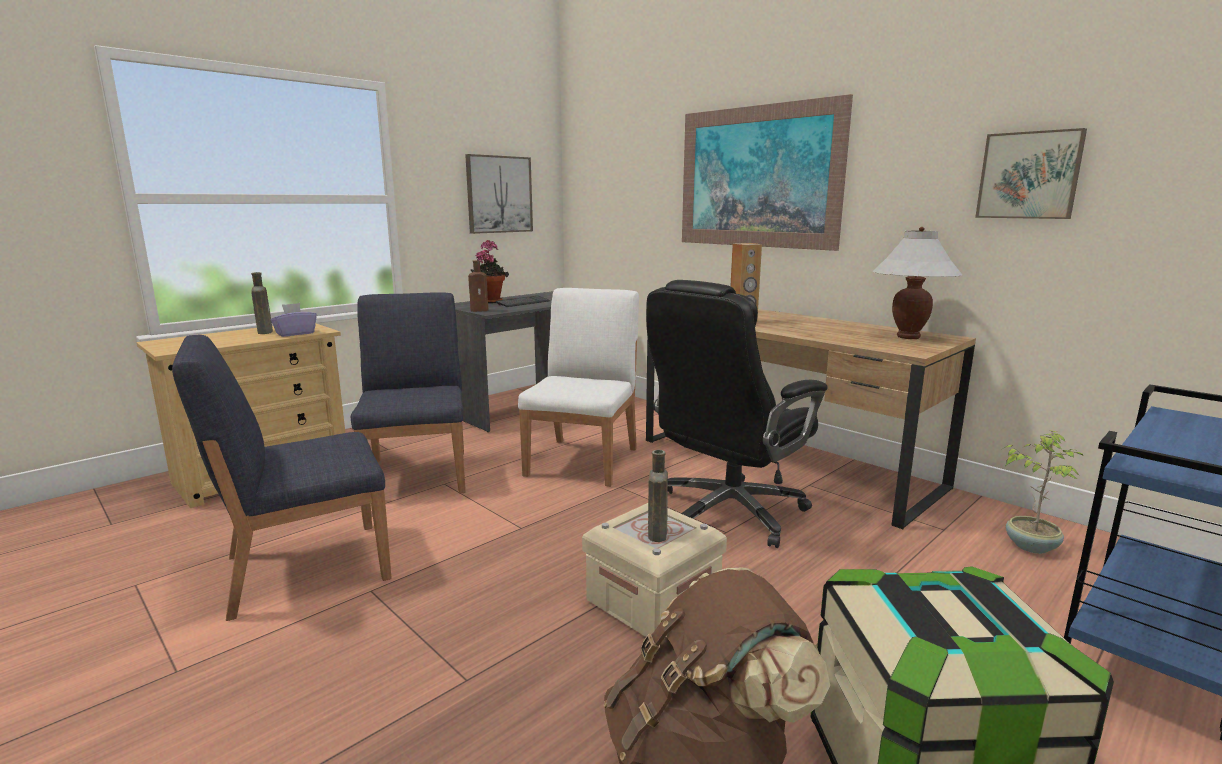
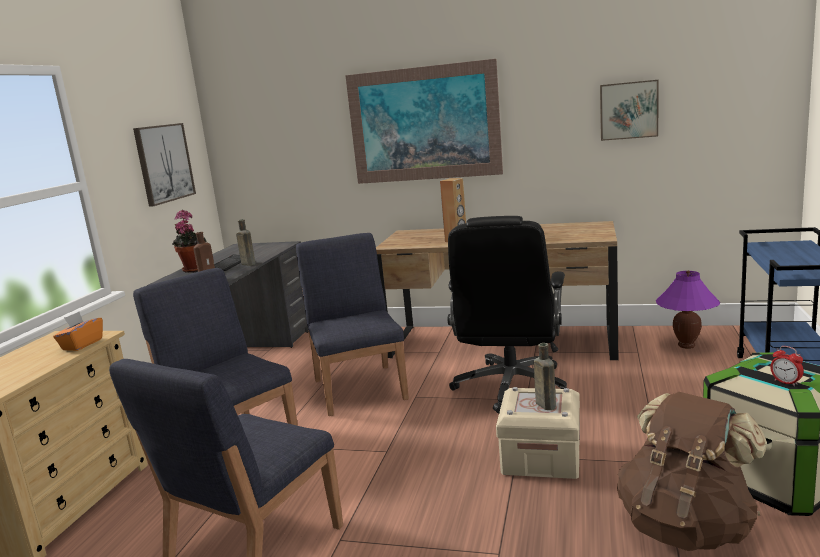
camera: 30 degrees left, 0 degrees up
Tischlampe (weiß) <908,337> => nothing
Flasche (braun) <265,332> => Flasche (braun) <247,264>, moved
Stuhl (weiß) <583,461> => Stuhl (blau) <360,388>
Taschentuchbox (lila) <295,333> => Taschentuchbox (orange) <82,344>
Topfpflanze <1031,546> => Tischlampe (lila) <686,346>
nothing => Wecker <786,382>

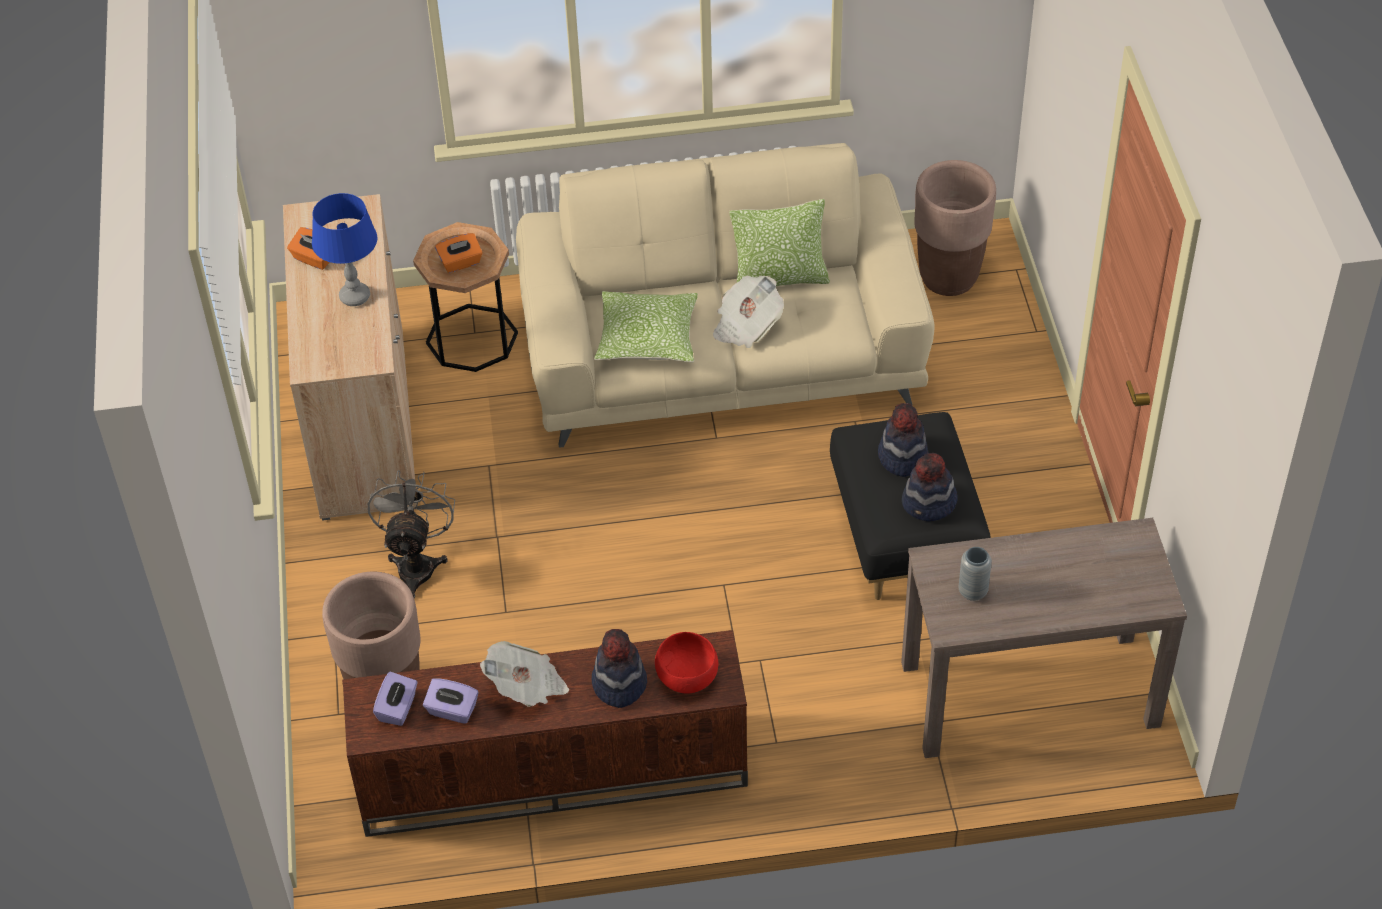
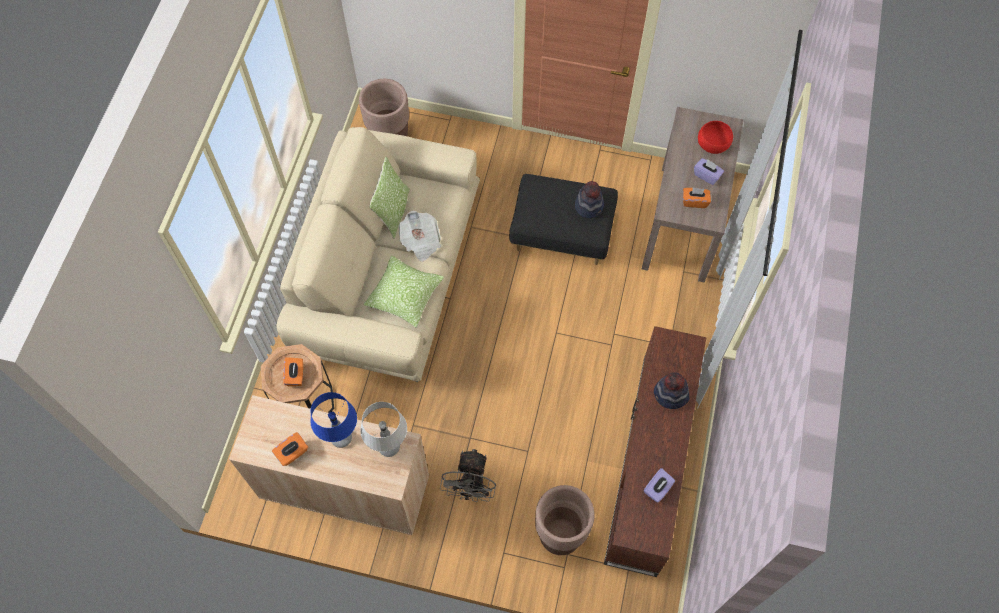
camera: 70 degrees left, 15 degrees up
Hut <902,456> => nothing
Ventilator (grau) <417,563> => Ventilator (grau) <471,489>, 105 degrees counterclockwise
Vase (grau) <973,592> => Taschentuchbox (orange) <694,201>
Schüssel (rot) <687,676> => Schüssel (rot) <712,145>, moved
Zeitung <527,687> => nothing
Taschentuchbox (lila) <398,708> => Taschentuchbox (lila) <707,175>, moved
nothing => Tischlampe (grau) <389,447>

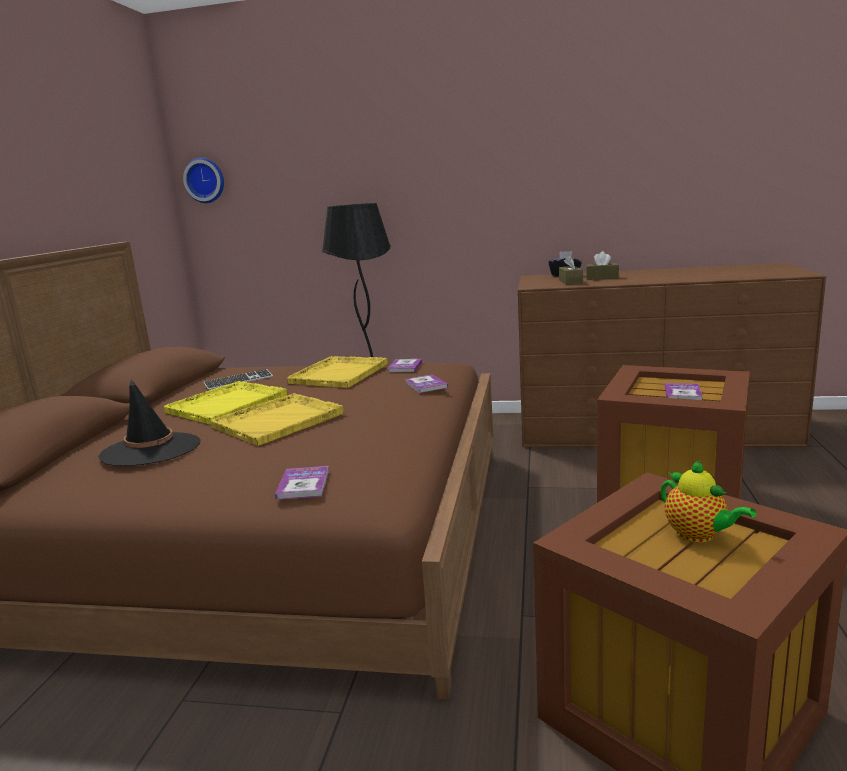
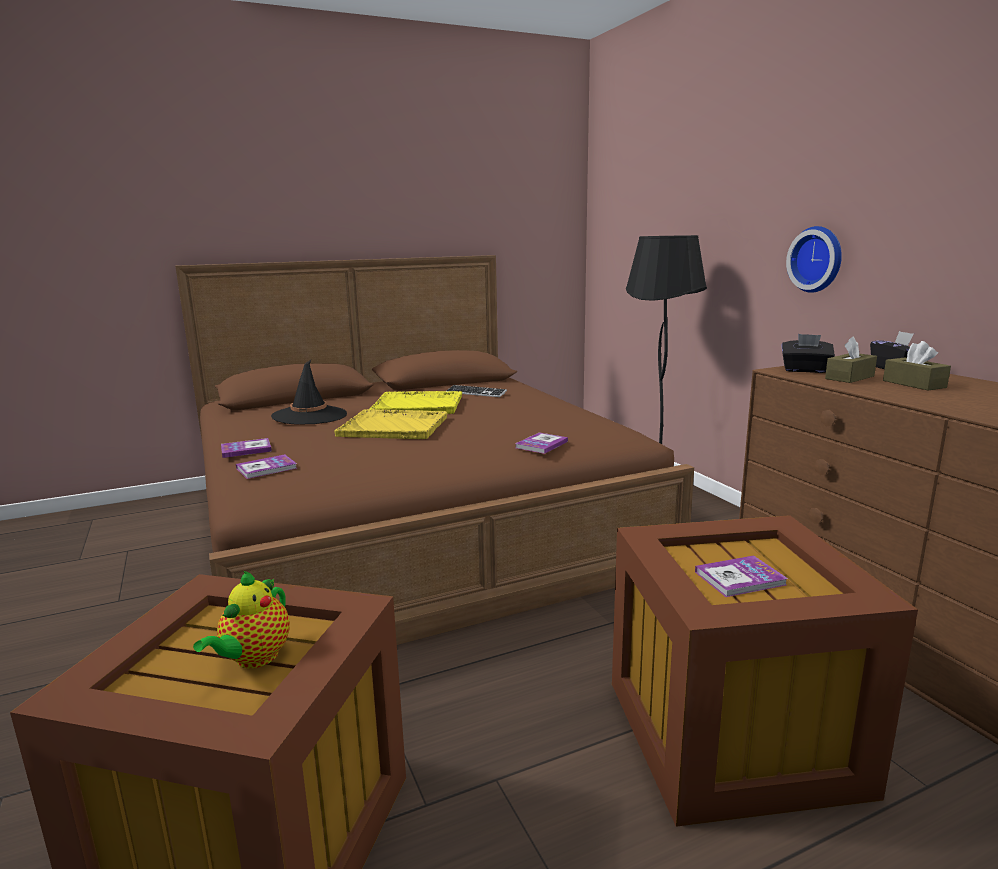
camera: 55 degrees right, 0 degrees up
Wanduhr <205,180> => Wanduhr <817,259>, moved
Tablett (gelb) <340,373> => nothing
Buch <405,367> => Buch <246,449>, moved
nothing => Taschentuchbox (schwarz) <805,370>

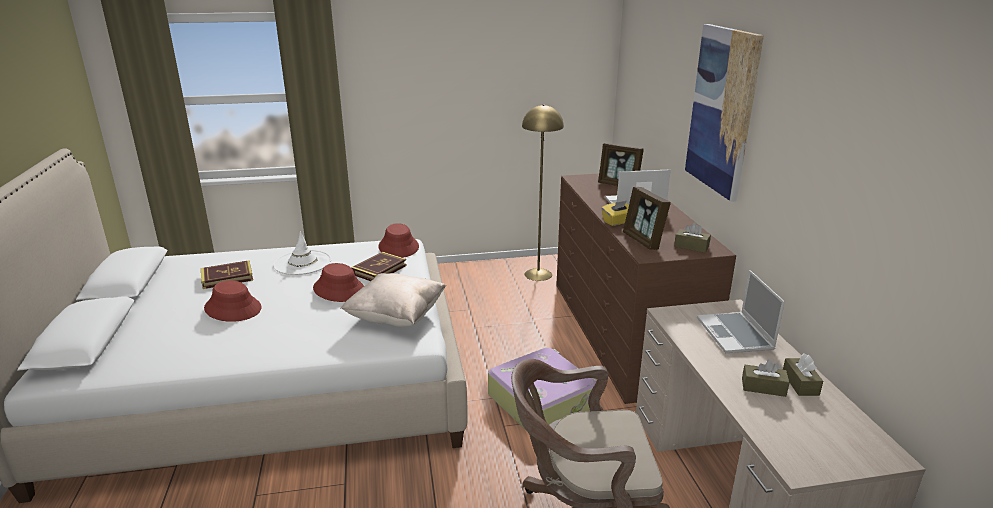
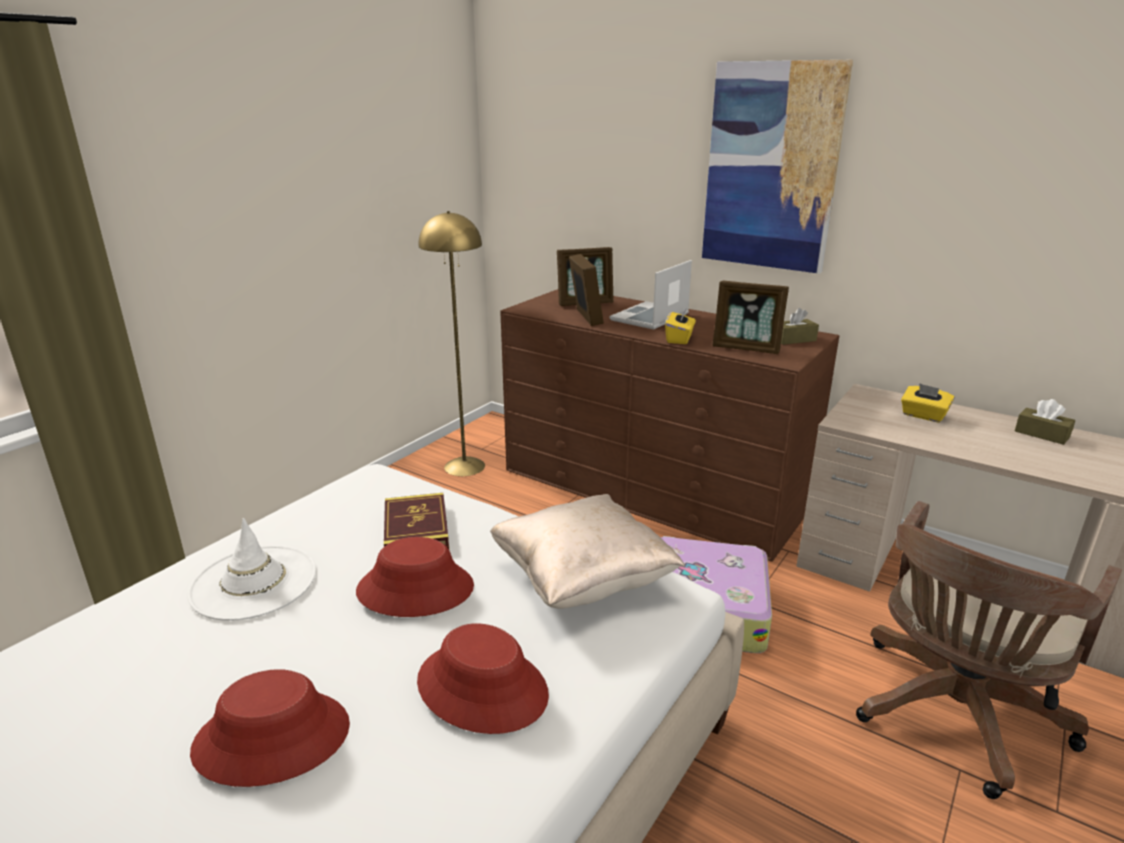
camera: 45 degrees left, 0 degrees up
Hut (rot) <399,247> => Hut (rot) <483,687>, moved
Buch <227,277> => nothing
Laptop <736,335> => Taschentuchbox (gelb) <923,416>
Taschentuchbox (braun) <763,387> => nothing
nothing => Bilderrahmen <585,317>

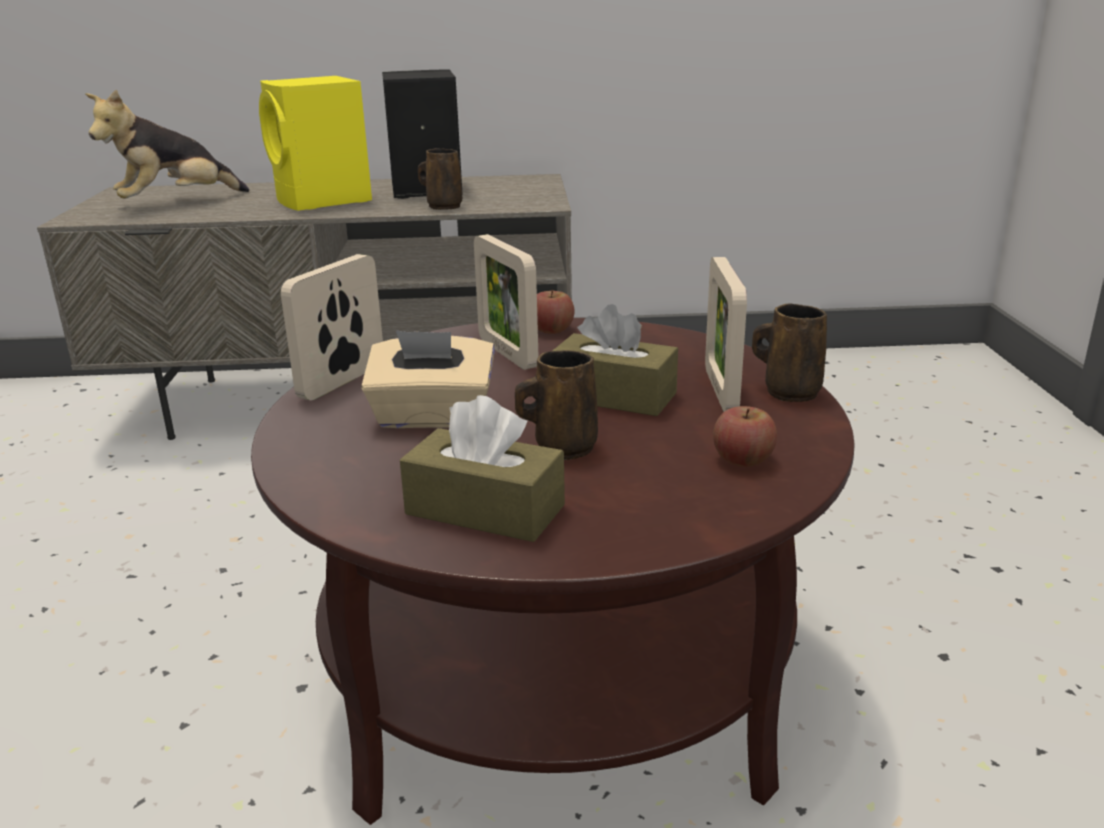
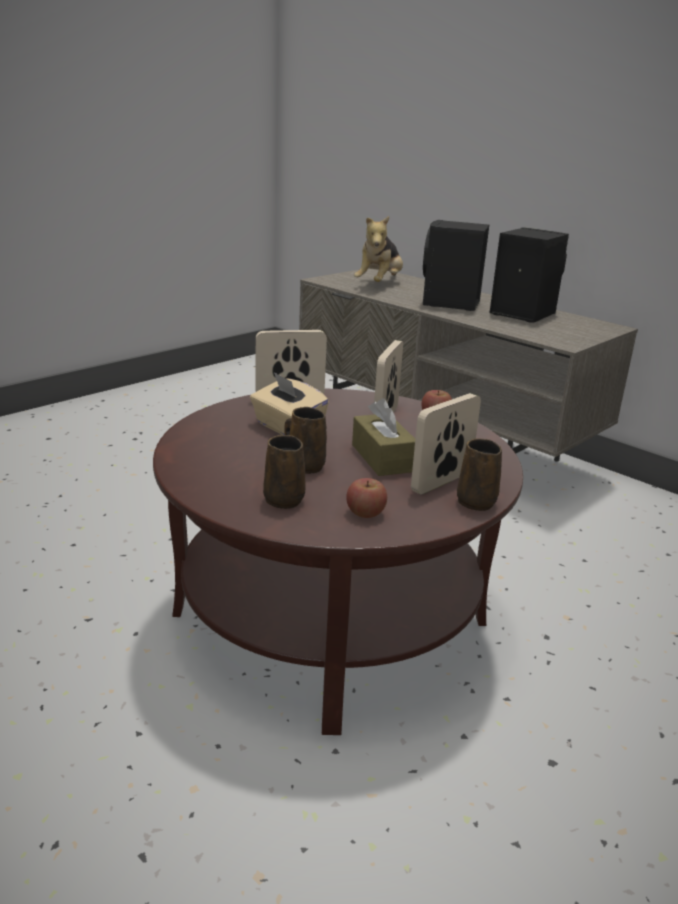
camera: 45 degrees right, 0 degrees up
Lautsprecher (gelb) <323,201> => Lautsprecher (schwarz) <450,303>
Plüschtier <175,203> => Plüschtier <379,284>, 75 degrees counterclockwise
Henkelbecher (braun) <443,206> => Henkelbecher (braun) <283,499>, moved
Taschentuchbox (braun) <485,510> => nothing

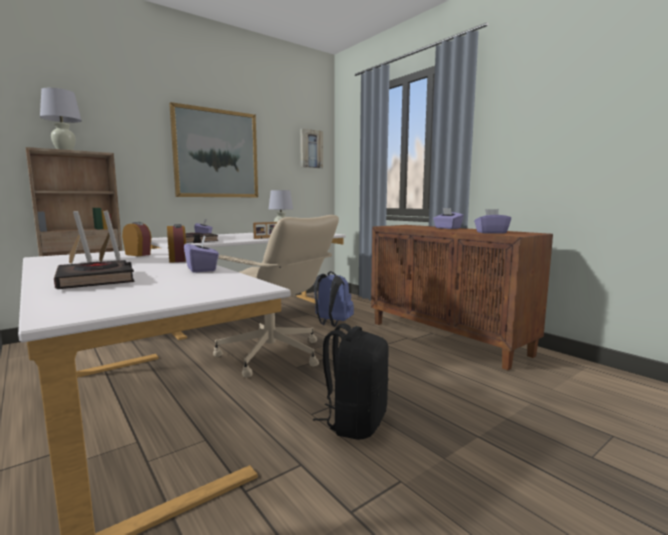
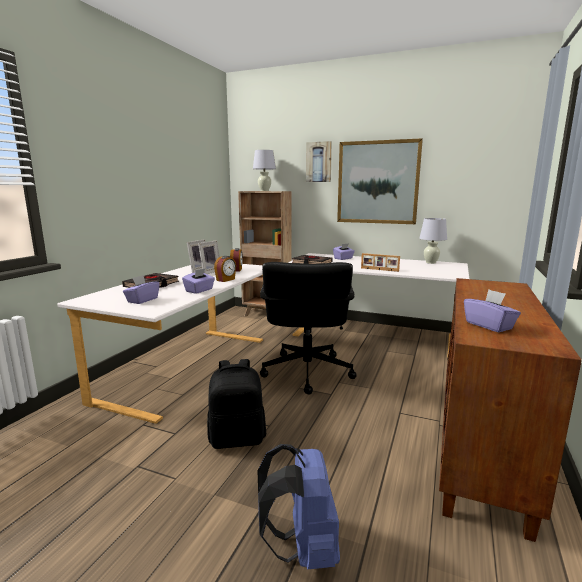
camera: 60 degrees right, 5 degrees up
Bild <310,149> => Bild <319,162>, moved
Taschentuchbox (lila) <447,228> => Taschentuchbox (lila) <142,300>, moved
Bürostuhl (beige) <271,356> => Bürostuhl (schwarz) <306,372>
Rucksack (blau) <332,323> => Rucksack (blau) <302,548>, moved

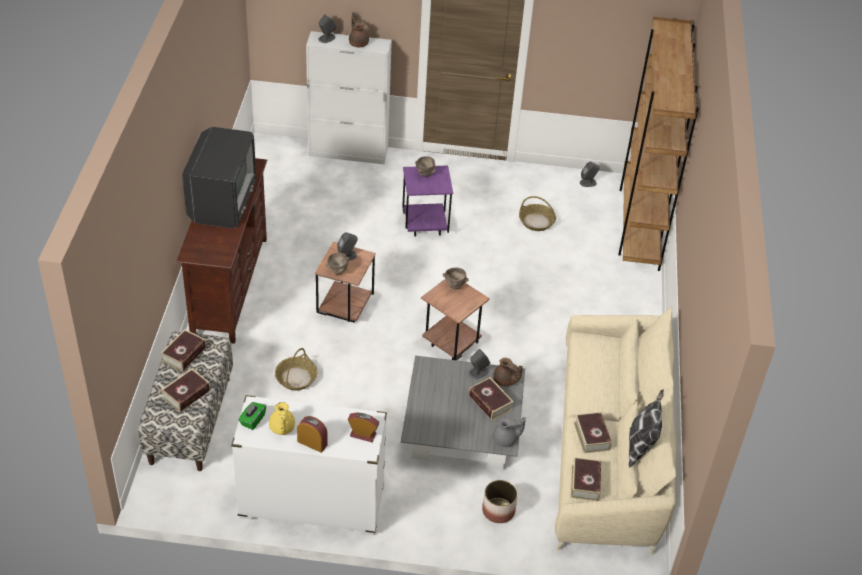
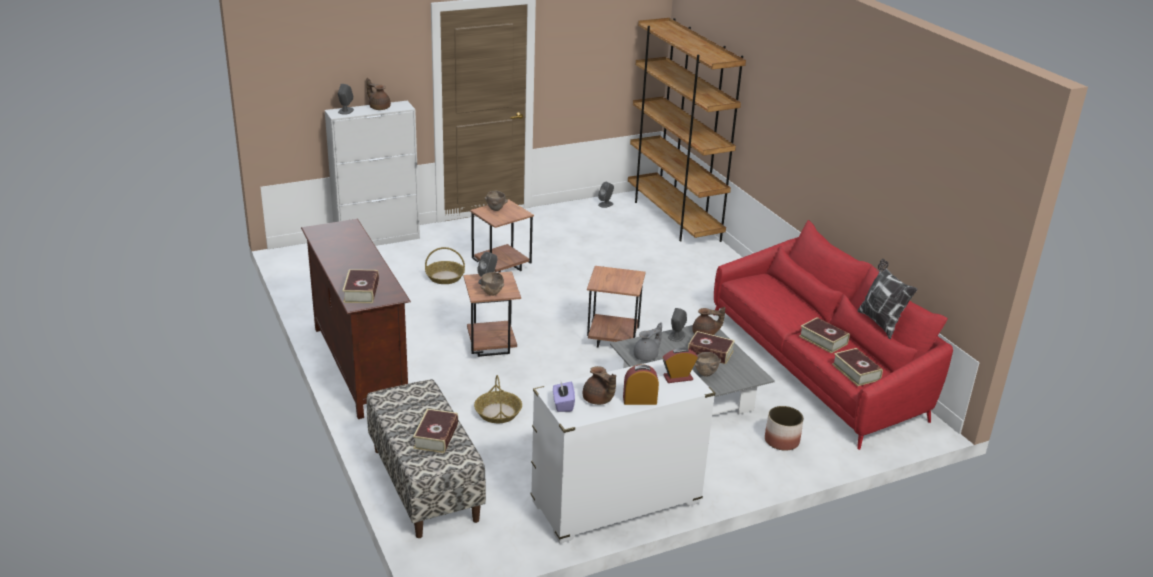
camera: 30 degrees left, 15 degrees down
Fernseher <222,199> => nothing
Beistelltisch (lila) <425,226> => Beistelltisch (braun) <501,268>
Korb <536,222> => Korb <445,277>, moved
Schüssel (braun) <455,286> => Schüssel (braun) <705,374>, moved
Sofa (beige) <609,451> => Sofa (rot) <818,366>
Buch <184,354> => Buch <361,292>, moved
Taschentuchbox (grün) <252,420> => Taschentuchbox (lila) <563,404>
Teekanne (gelb) <281,428> => Teekanne (braun) <598,400>
Teekanne (grau) <506,440> => Teekanne (grau) <647,356>, moved

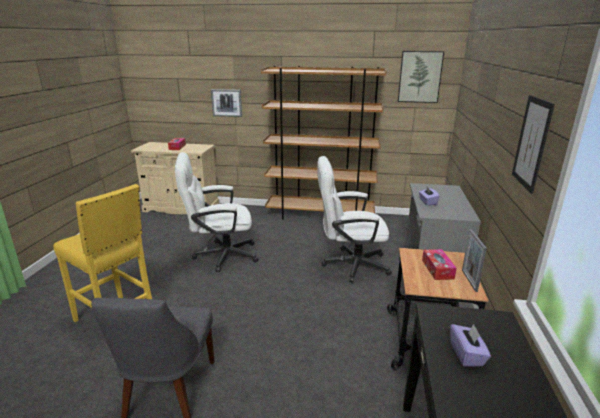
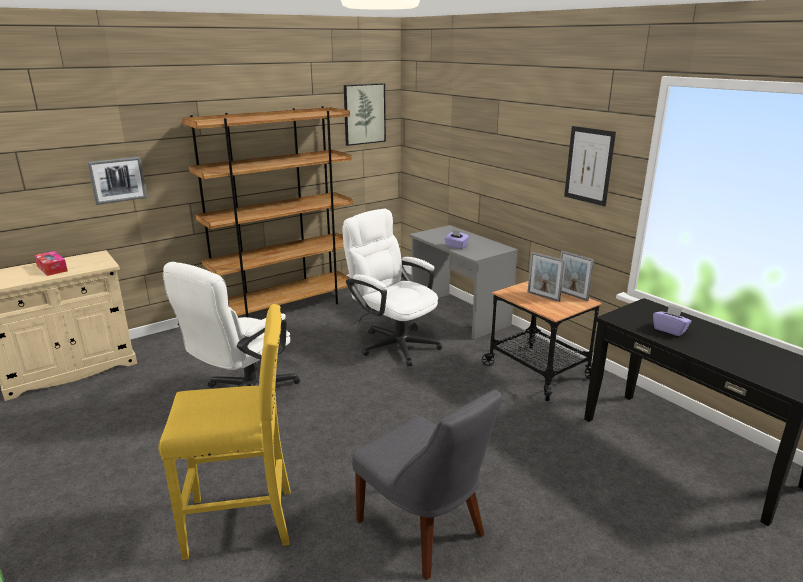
camera: 45 degrees left, 0 degrees up
Bürostuhl (weiß) <349,265> => Bürostuhl (weiß) <393,343>, 90 degrees clockwise
Taschentuchbox <437,269> => Bilderrahmen <543,296>

